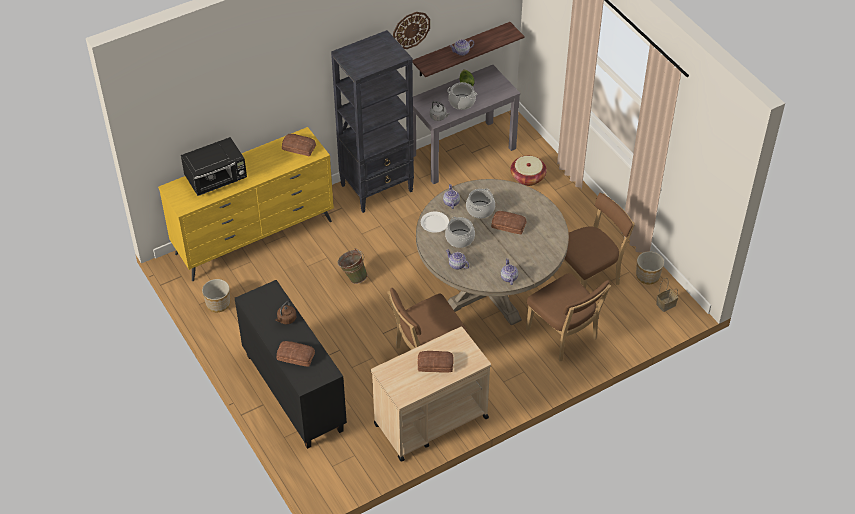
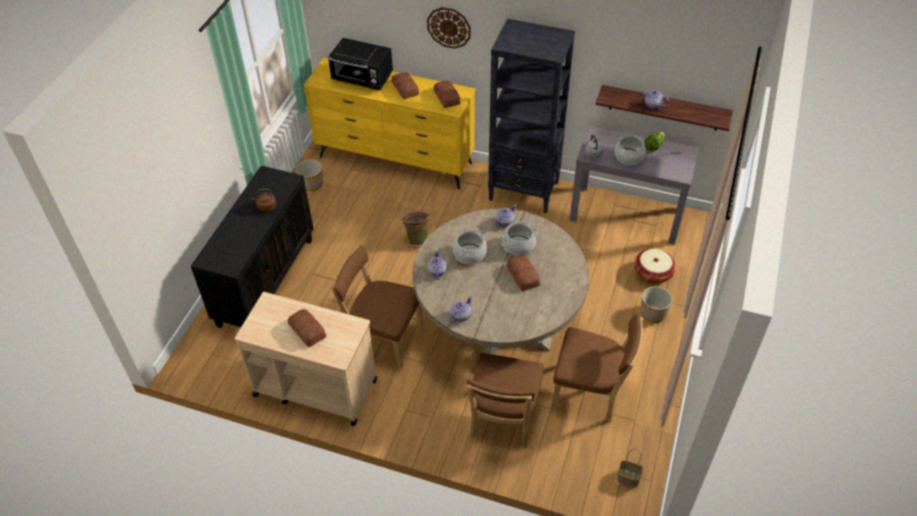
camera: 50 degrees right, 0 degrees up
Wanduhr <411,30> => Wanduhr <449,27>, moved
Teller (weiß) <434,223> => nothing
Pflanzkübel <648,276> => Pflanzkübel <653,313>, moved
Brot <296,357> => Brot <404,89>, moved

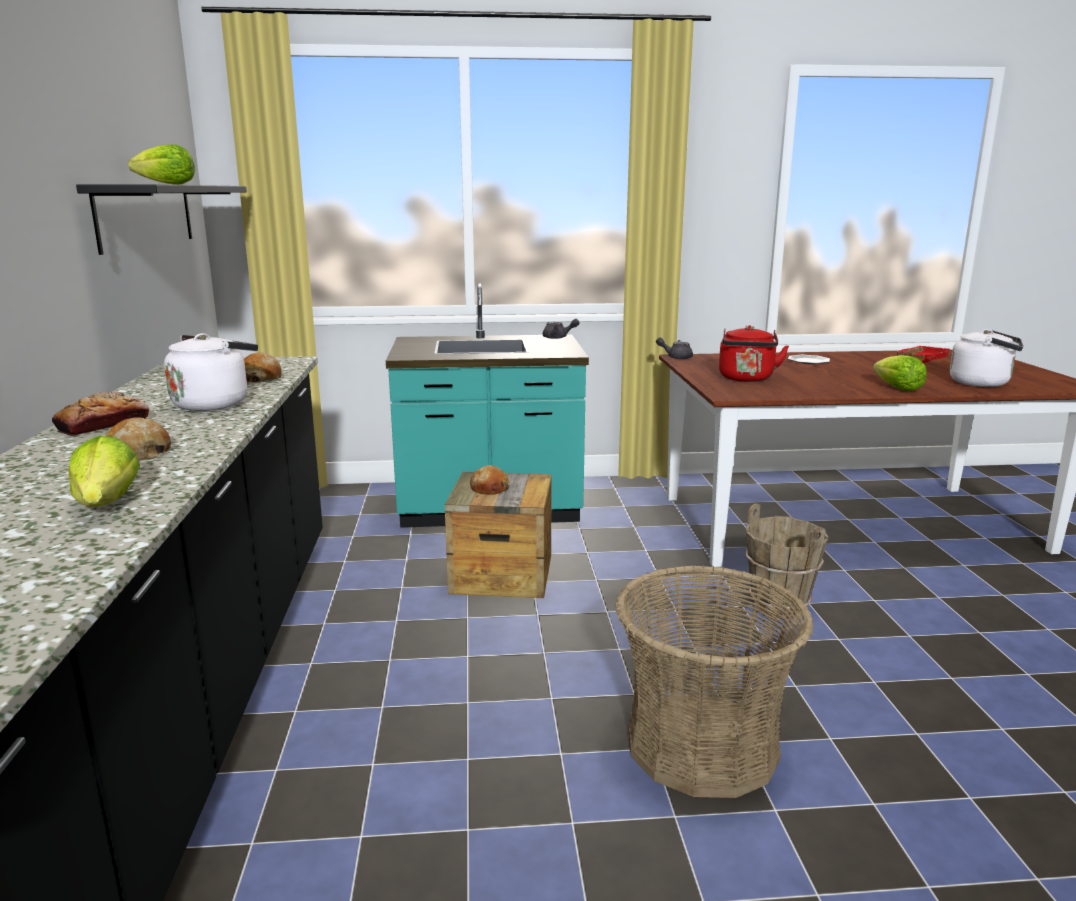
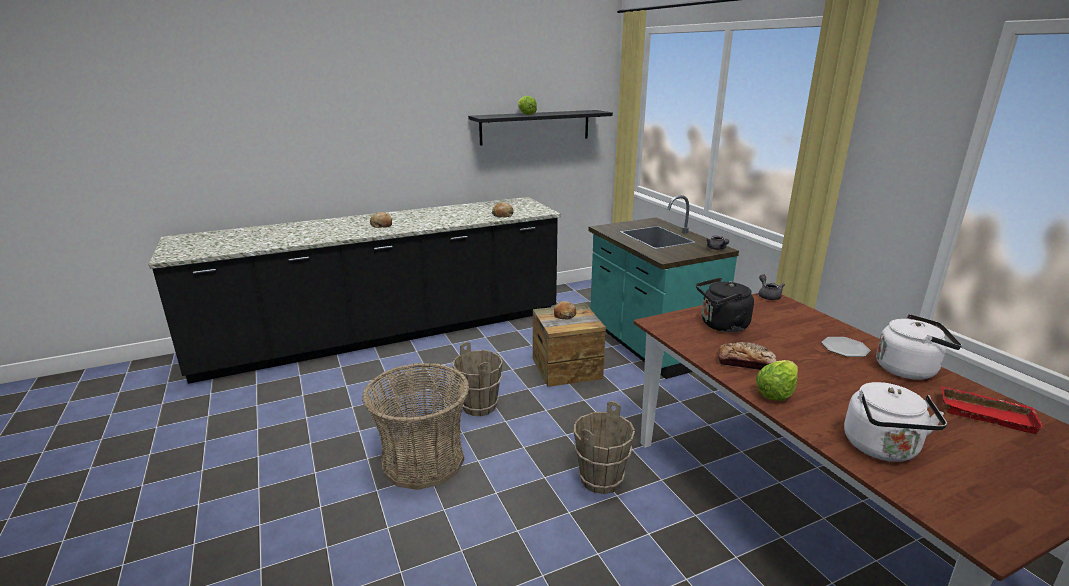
camera: 70 degrees right, 5 degrees up
Wasserkessel (rot) <746,379> => Wasserkessel (schwarz) <721,325>
Wasserkessel (weiß) <214,403> => Wasserkessel (weiß) <909,369>, moved
Brot <103,425> => Brot <745,363>, moved
Salatkopf <107,504> => nothing
nothing => Eimer (braun) <479,406>

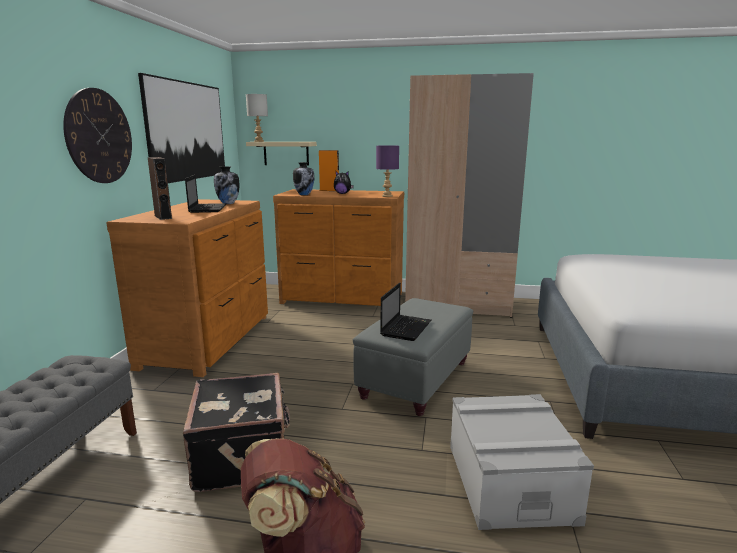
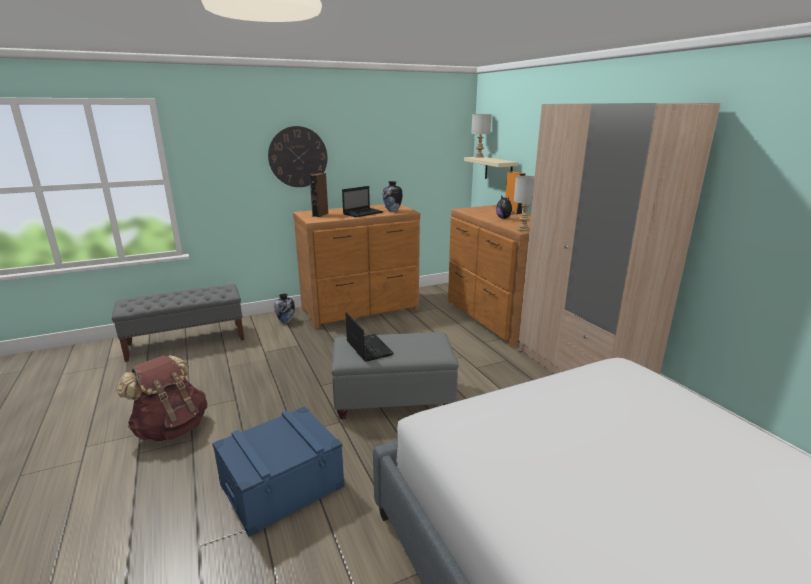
camera: 55 degrees right, 5 degrees up
Bild <187,131> => nothing
Tischlampe (lila) <386,196> => Tischlampe (grau) <523,229>
Vase <304,194> => Vase <286,321>, moved
Laptop <406,328> => Laptop <368,348>, 105 degrees counterclockwise
Koffer (schwarz) <243,456> => nothing
Aufbewahrungsbox (grau) <509,482> => Aufbewahrungsbox (blau) <282,485>

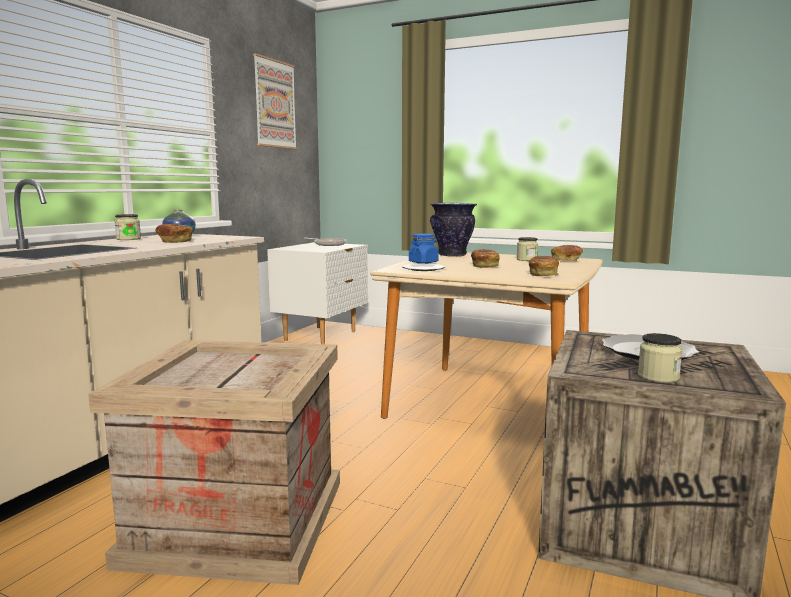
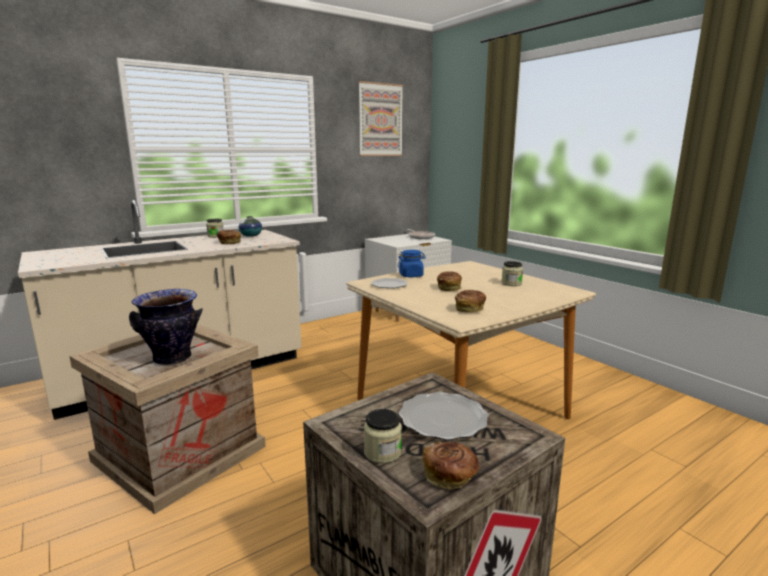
camera: 30 degrees right, 5 degrees up
Vase <452,255> => Vase <172,359>, moved
Brot <566,260> => Brot <450,477>, moved

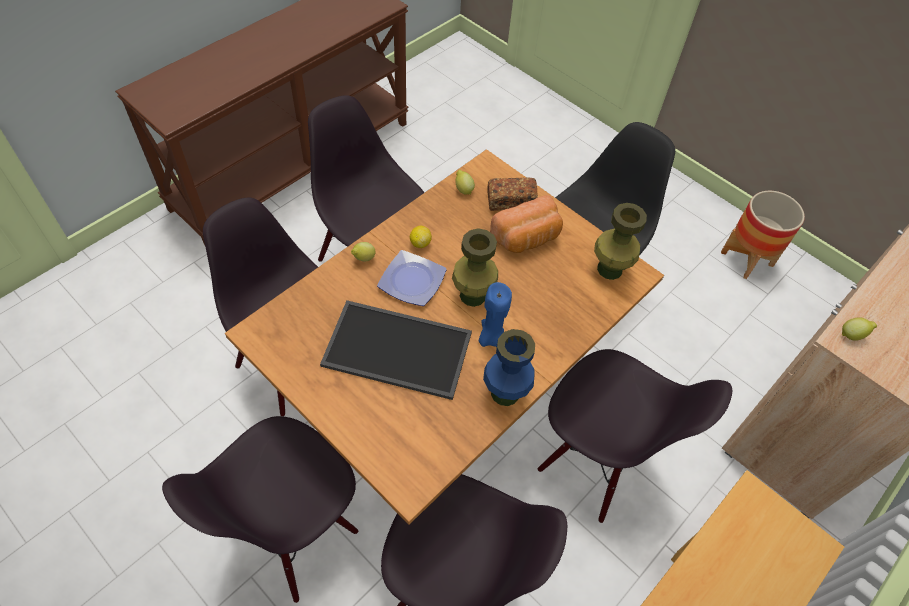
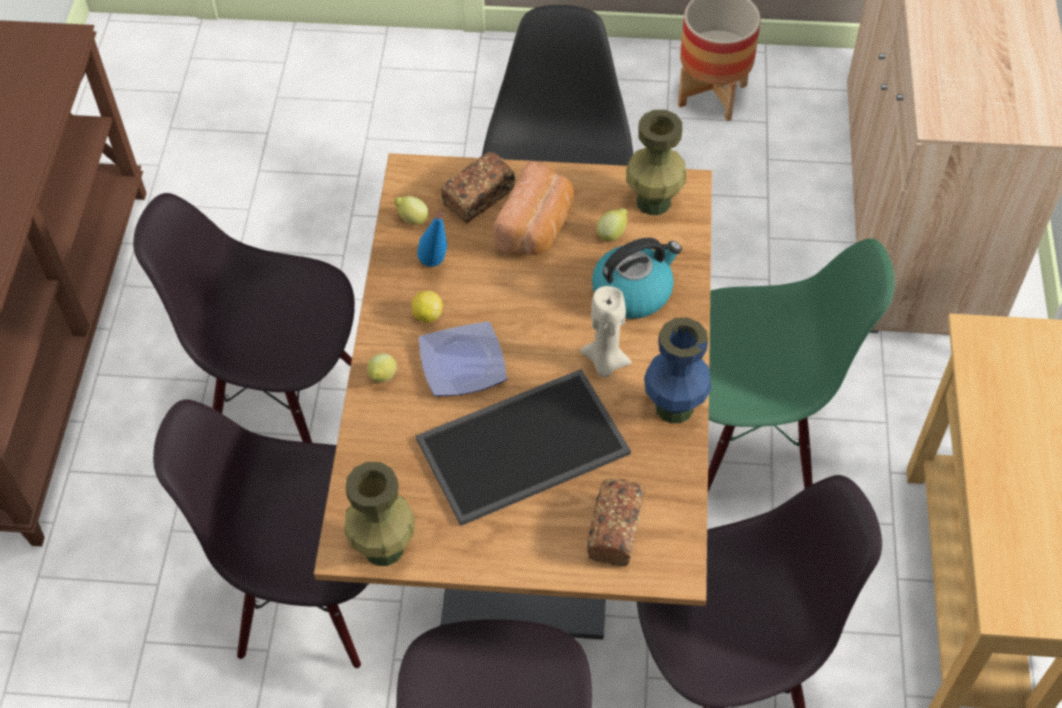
camera: 35 degrees left, 0 degrees up
Vase (grün) <472,295> => Vase (grün) <383,548>, moved
Kerze (blau) <490,337> => Kerze (beige) <605,362>
Zitrone <852,335> => Zitrone <612,234>, moved
Stuhl (schwarz) <596,460> => Stuhl (grün) <750,439>
nothing => Flasche (blau) <437,268>
nothing => Wasserkessel <633,291>
nothing => Brot <615,530>

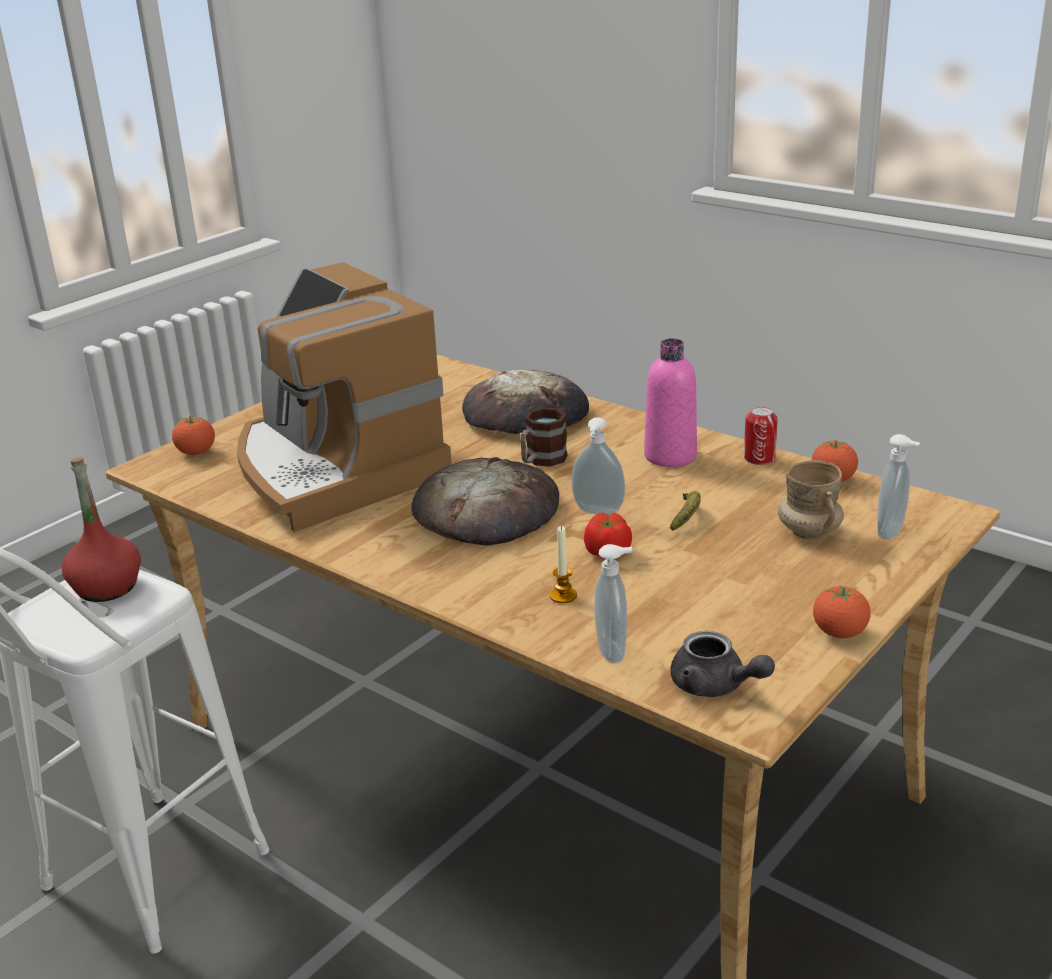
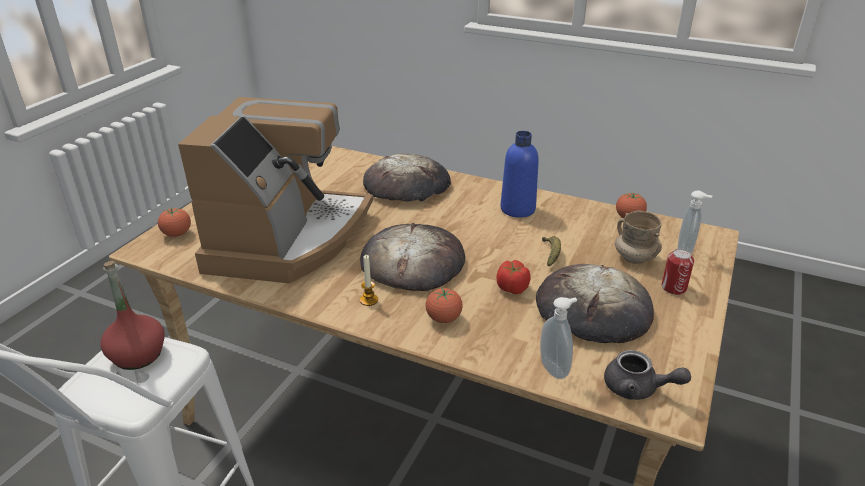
camera: 15 degrees left, 5 degrees up
Kaffeemaschine <334,469> => Kaffeemaschine <288,239>, 120 degrees counterclockwise
Flasche (rosa) <670,456> => Flasche (blau) <517,209>
Dose <759,458> => Dose <673,287>, moved
Henkelbecher <541,460> => nothing
Seifenspender <597,512> => nothing
Kerze <563,596> => Kerze <369,300>, moved
Tomate <839,633> => Tomate <443,318>, moved
nothing => Brot <592,310>

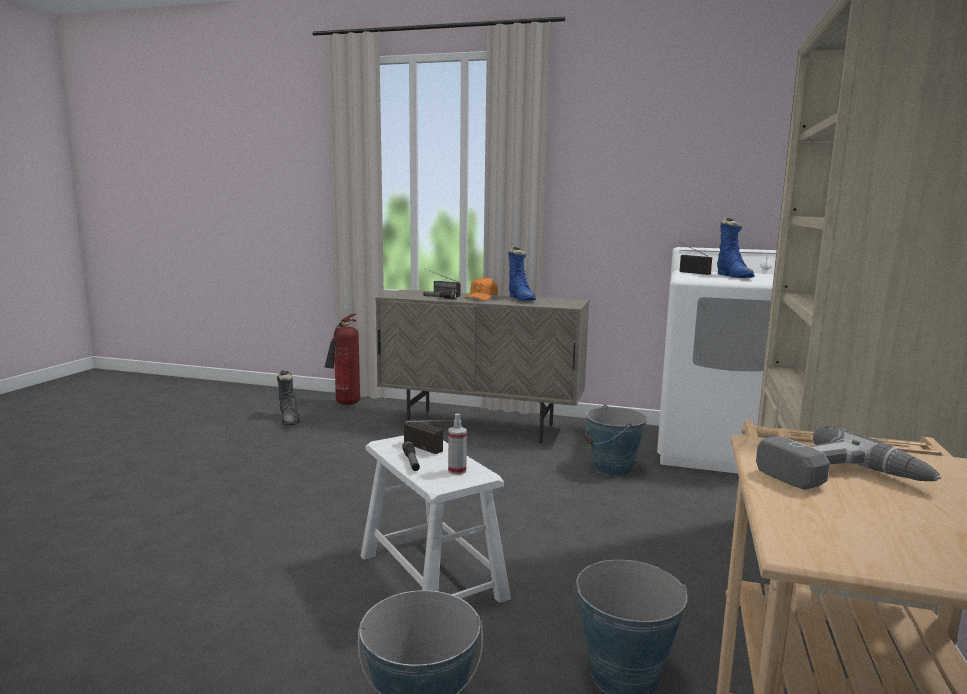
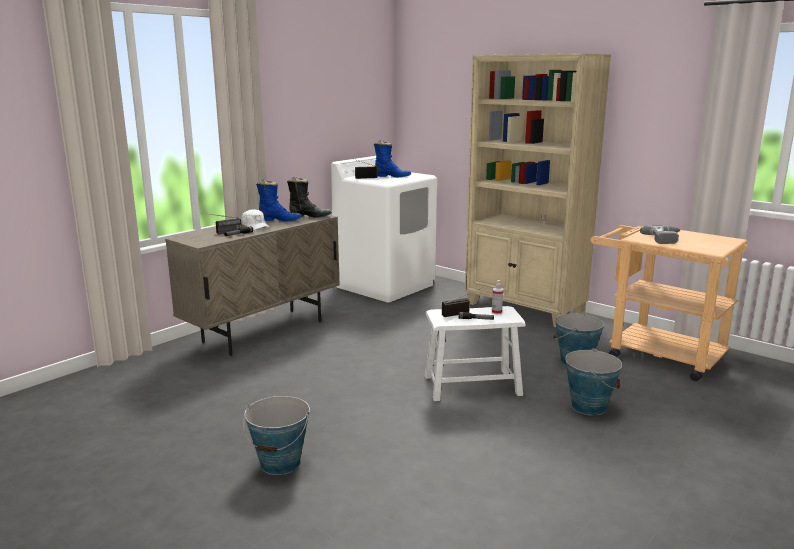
camera: 65 degrees left, 5 degrees up
Kappe (orange) <482,297> => Kappe (weiß) <255,226>
Feuerlöscher <346,404> => nothing
Stiefel (schwarz) <290,420> => Stiefel (schwarz) <309,216>, moved
Eimer <613,469> => Eimer <280,463>, moved

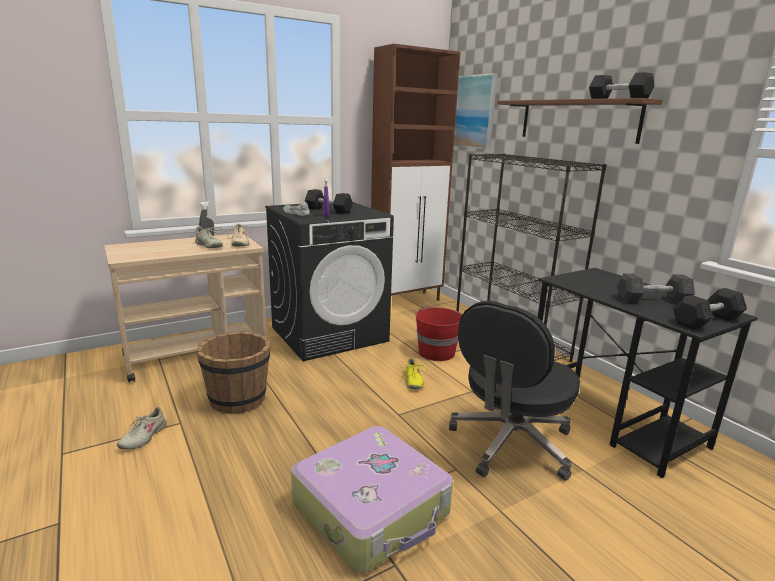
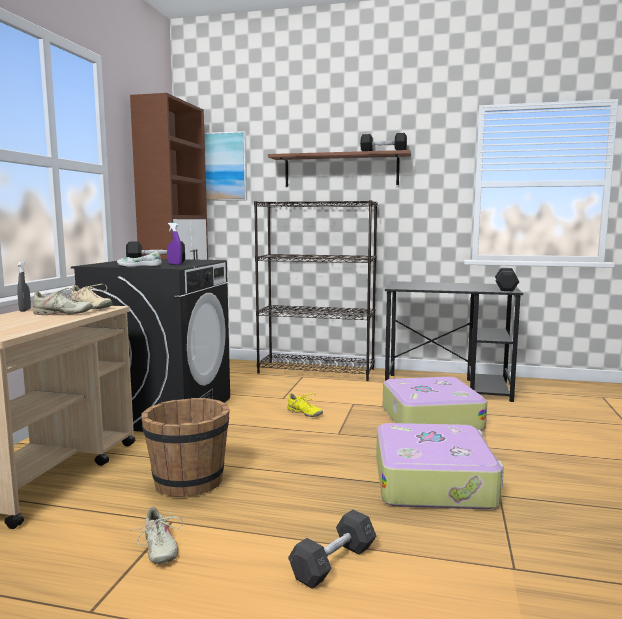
camera: 45 degrees left, 10 degrees down
Hantel (grau) <652,300> => Hantel (grau) <333,563>, moved
Bürostuhl (schwarz) <510,444> => Koffer <430,418>
Eimer (rot) <437,352> => nothing

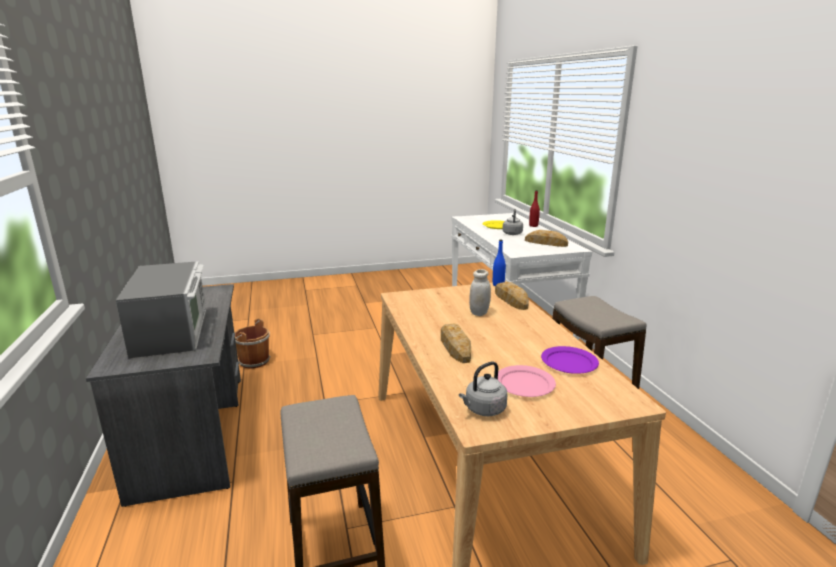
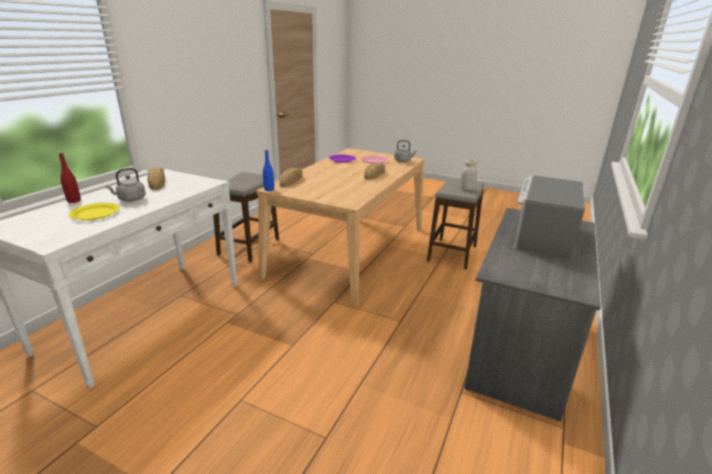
camera: 140 degrees left, 5 degrees up
Vorratsglas (weiß) <479,313> => Vorratsglas (weiß) <467,189>, moved
Eimer (braun) <253,361> => nothing

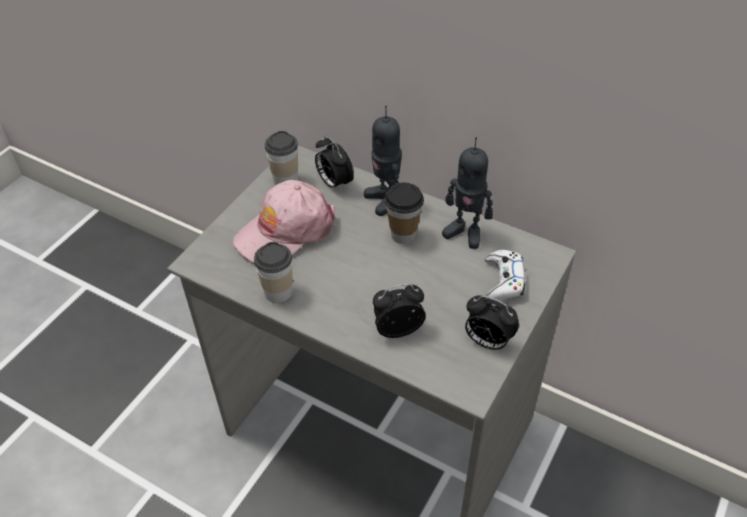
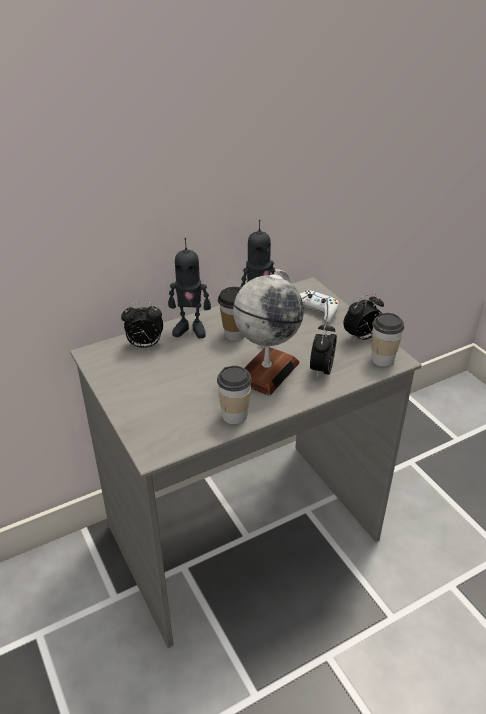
camera: 60 degrees left, 10 degrees down
Tasse <285,179> => Tasse <382,359>, moved
Kappe (rosa) <285,231> => nothing
nothing => Globus <266,371>

